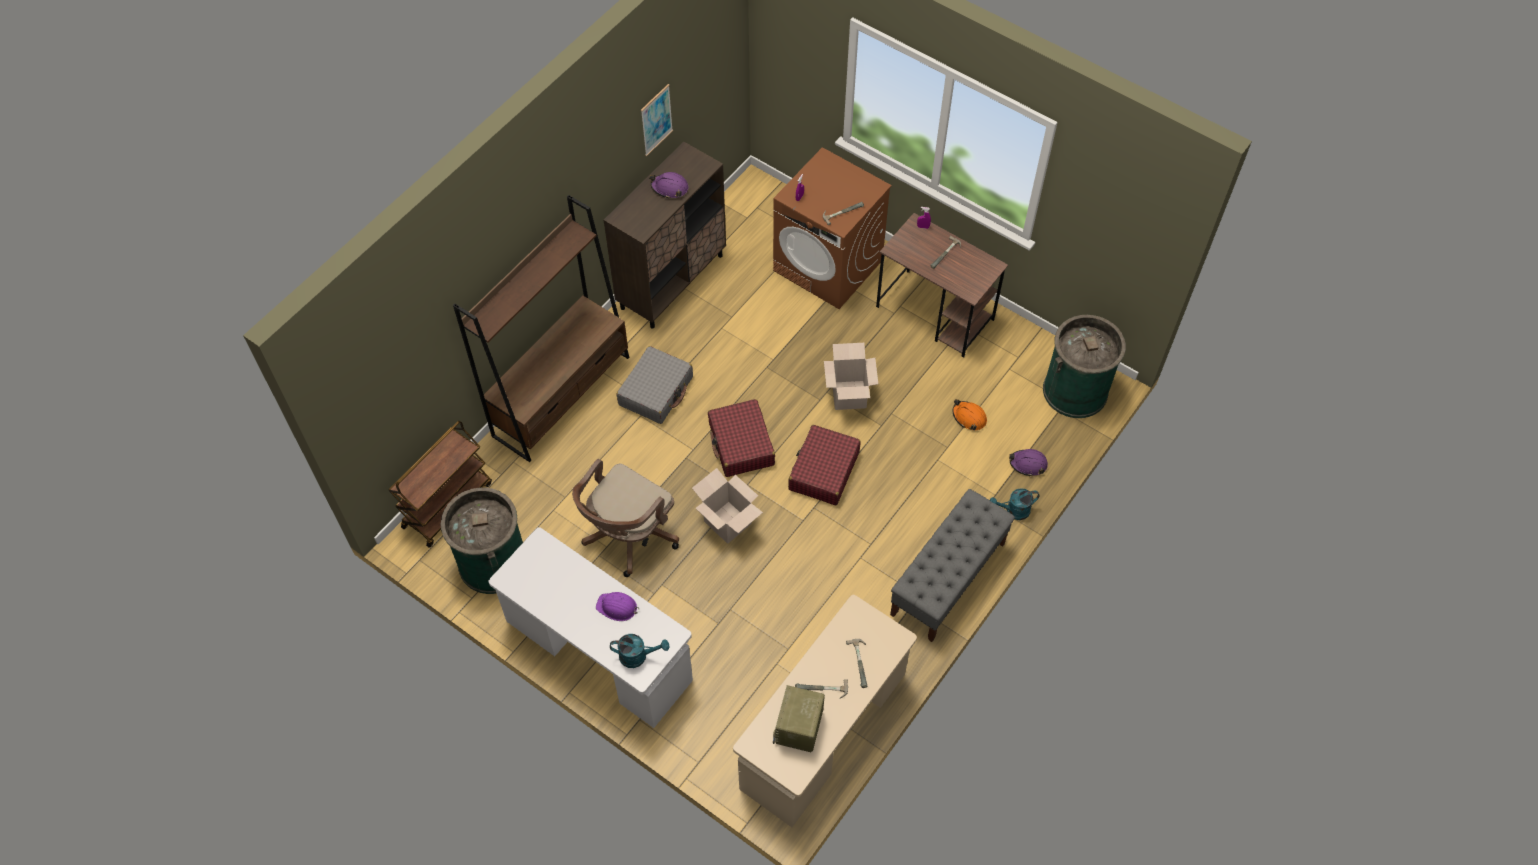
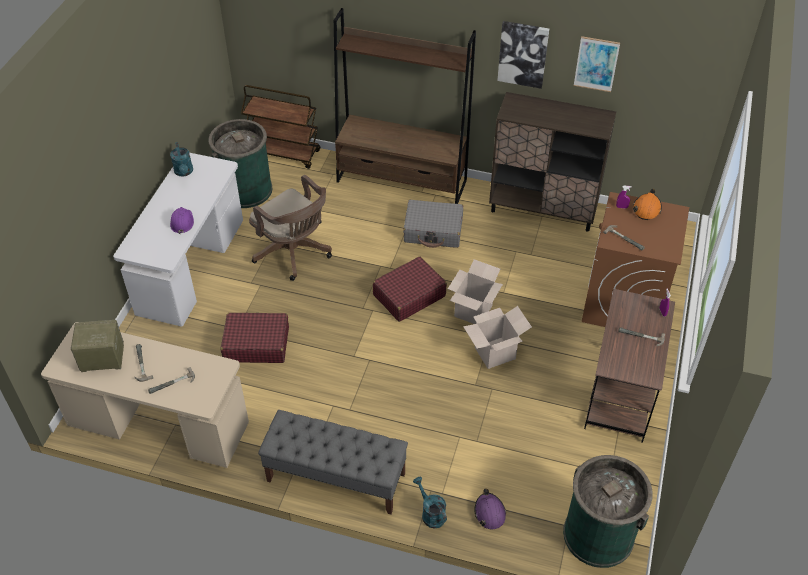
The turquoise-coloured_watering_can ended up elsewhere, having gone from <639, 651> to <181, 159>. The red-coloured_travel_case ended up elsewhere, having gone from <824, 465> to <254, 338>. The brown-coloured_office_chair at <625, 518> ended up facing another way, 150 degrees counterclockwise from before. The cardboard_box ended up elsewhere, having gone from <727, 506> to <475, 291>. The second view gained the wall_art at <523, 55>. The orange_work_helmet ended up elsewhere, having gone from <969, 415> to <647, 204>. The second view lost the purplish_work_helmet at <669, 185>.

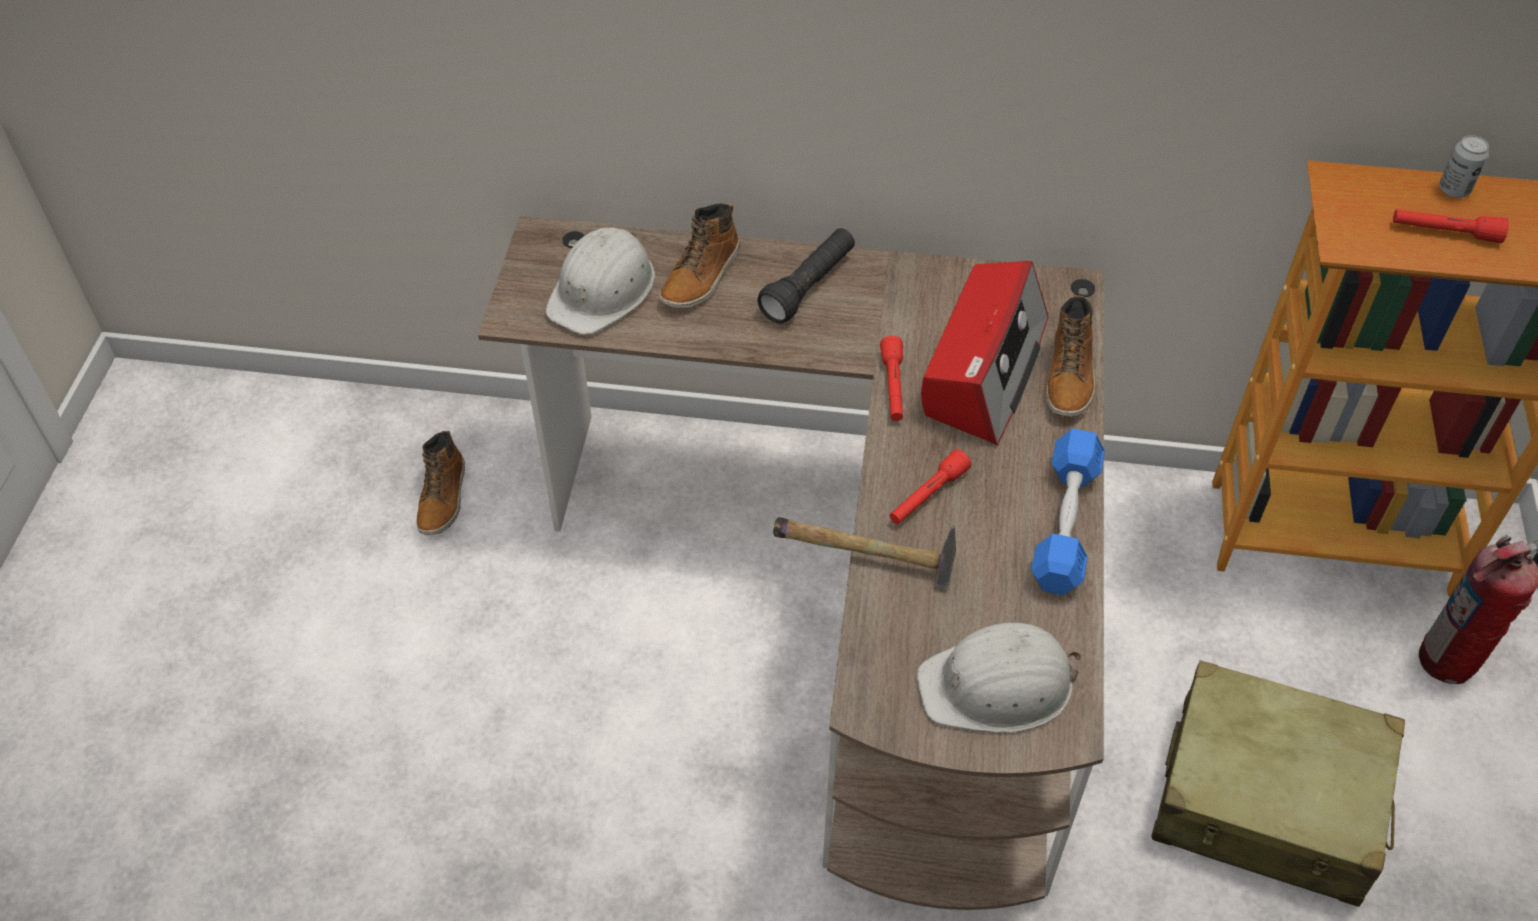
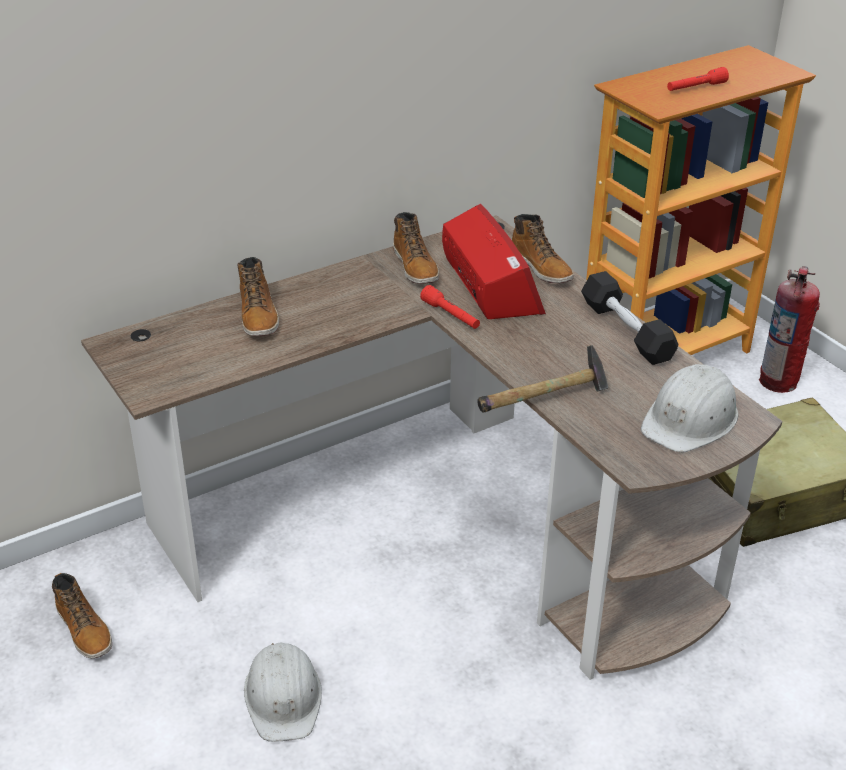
The white-coloured_work_helmet ended up elsewhere, having gone from <600, 281> to <283, 692>. The second view gained the tall_boot at <416, 248>. What was the blue_dumbbell at <1068, 511> turned into the blackish_dumbbell at <629, 318>. The second view lost the blackish_torch at <806, 275>. The second view lost the red-coloured_torch at <930, 486>. The second view lost the can at <1464, 166>.

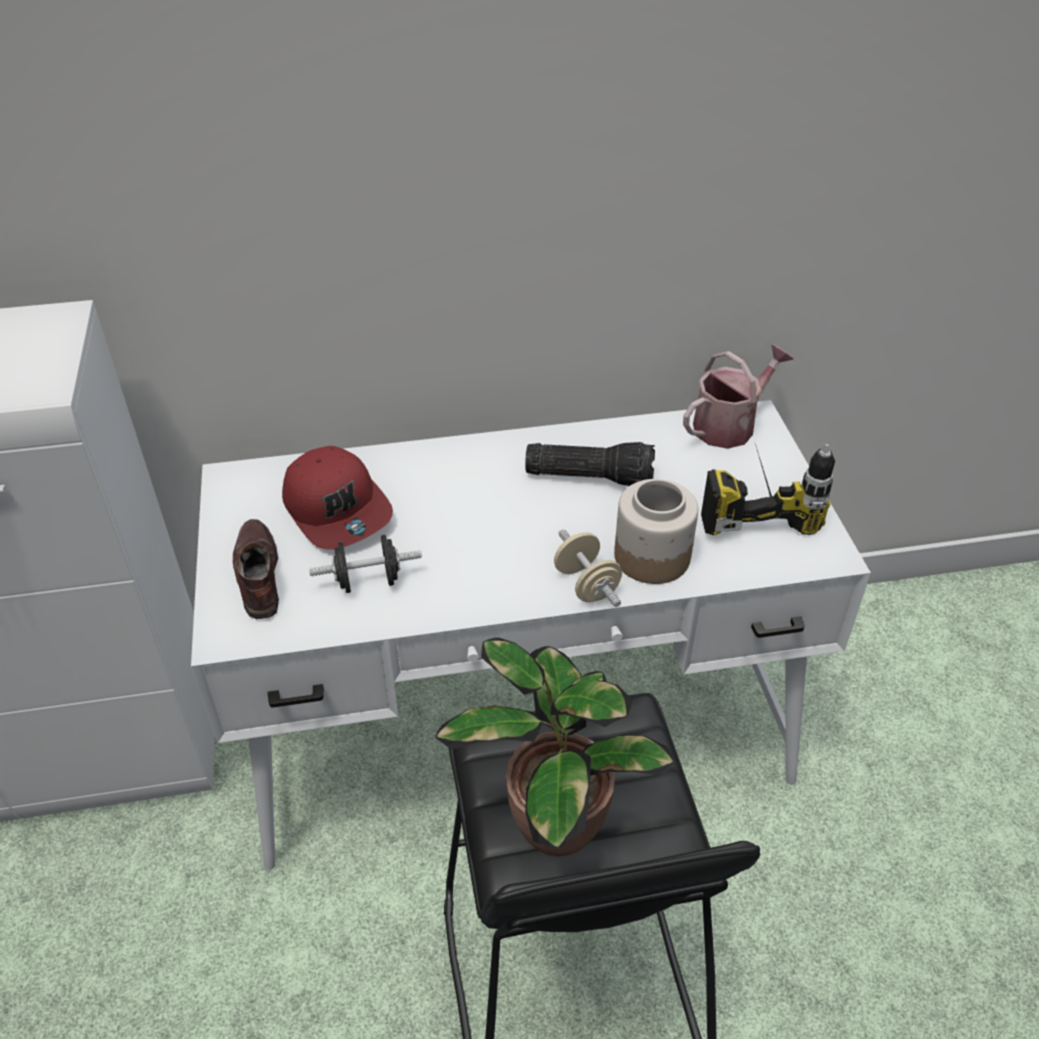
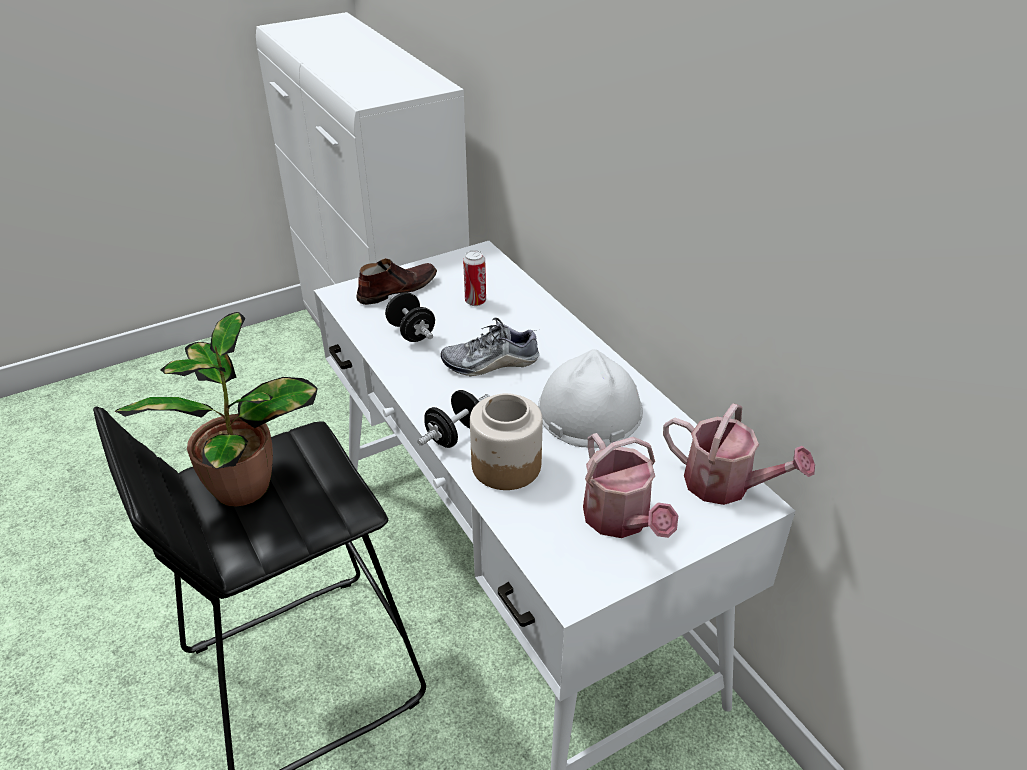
What was the sand-coloured_dumbbell at <588, 568> turned into the blackish_dumbbell at <453, 419>. The second view gained the shoe at <490, 347>. Where the red-coloured_cap stood at <337, 498>, the can came to stand at <474, 278>. Where the torch stood at <590, 464>, the white-coloured_work_helmet came to stand at <590, 398>. Where the power_drill stood at <768, 490>, the watering_can came to stand at <631, 485>.

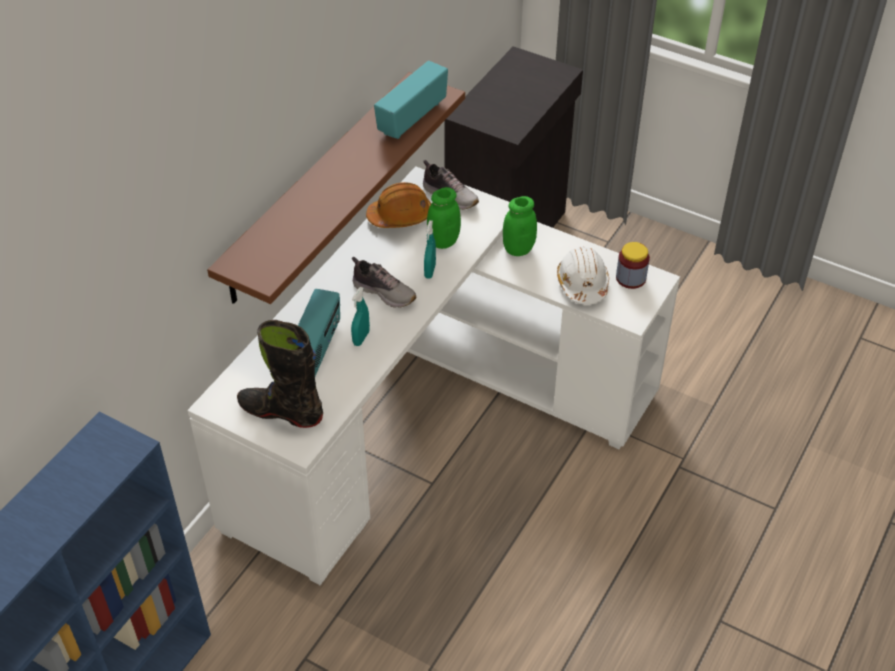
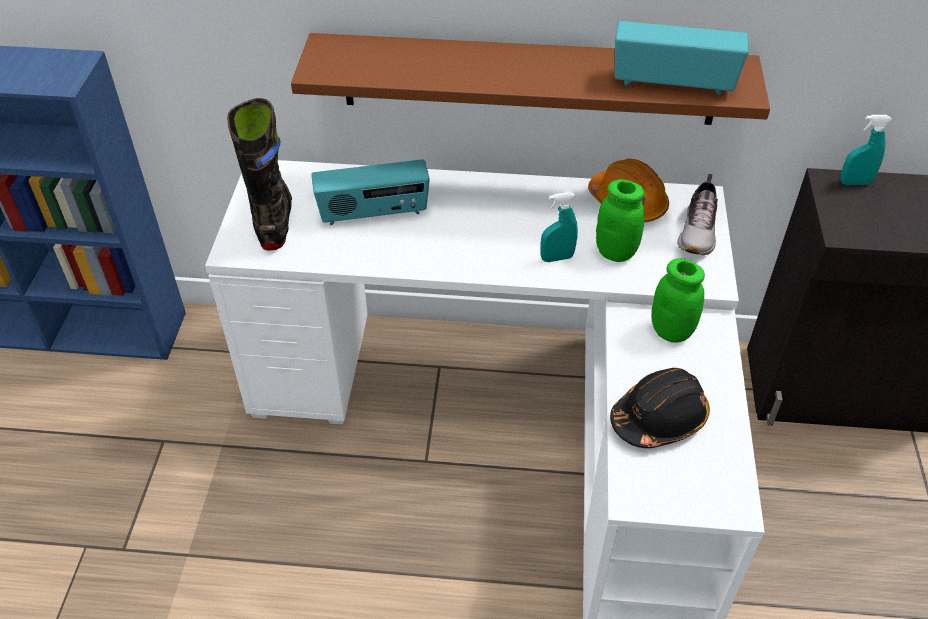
What was the white-coloured_work_helmet at <583, 275> turned into the blackish_work_helmet at <660, 408>. The turquoise-coloured_sprayer ended up elsewhere, having gone from <360, 316> to <866, 150>. The second view lost the shoe at <384, 282>. The second view lost the storage_jar at <633, 265>.

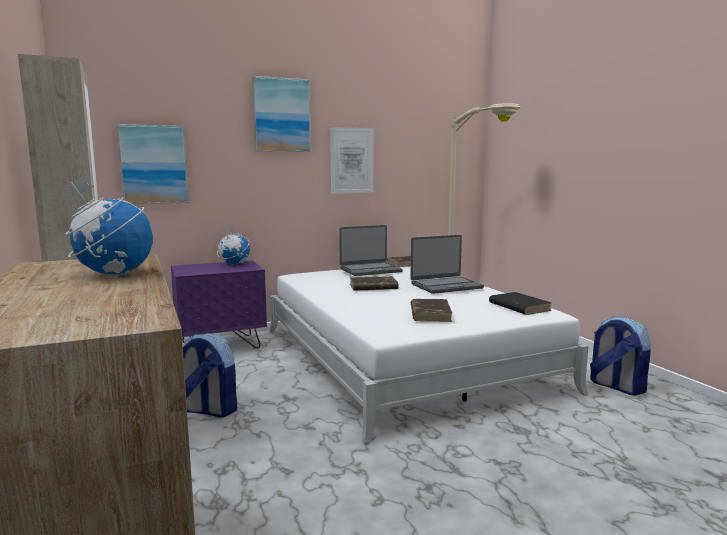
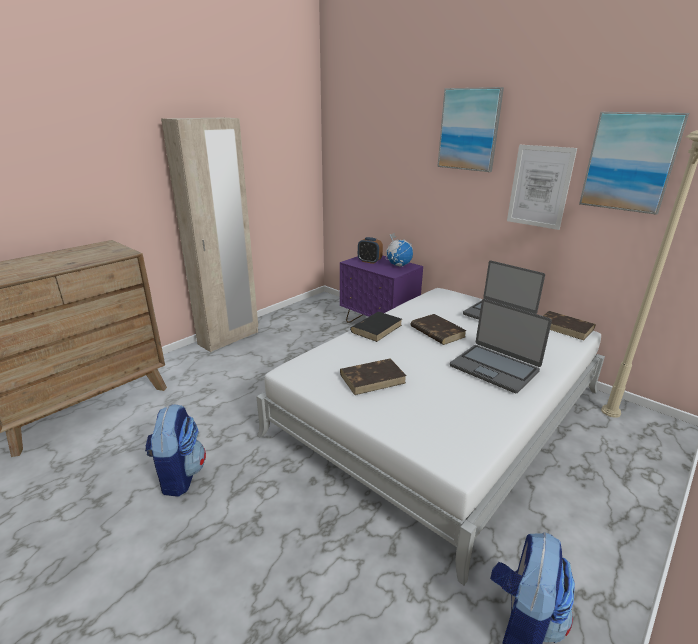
The rucksack ended up elsewhere, having gone from <210, 375> to <175, 451>. The blackish_book ended up elsewhere, having gone from <520, 303> to <376, 327>. The second view gained the table_clock at <370, 250>. The wall_art ended up elsewhere, having gone from <153, 164> to <634, 163>. The second view lost the globe at <109, 225>.

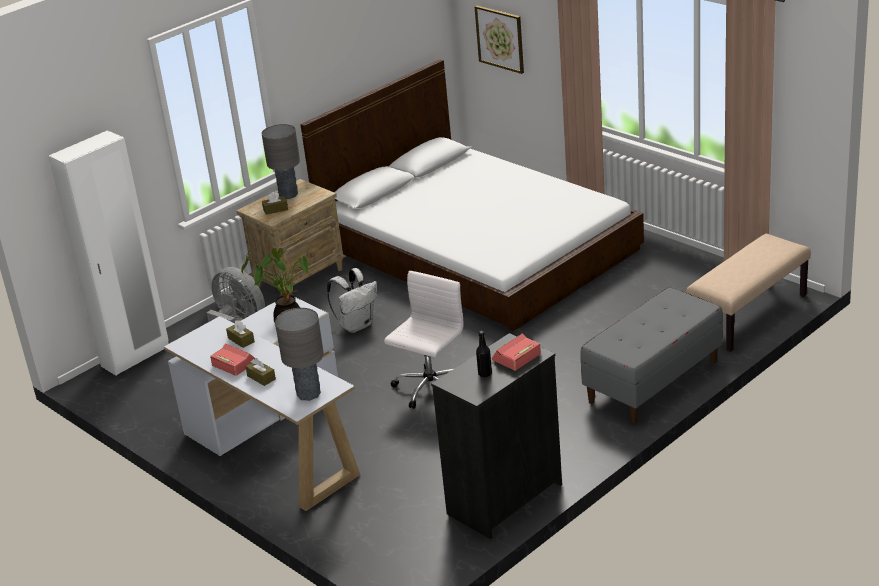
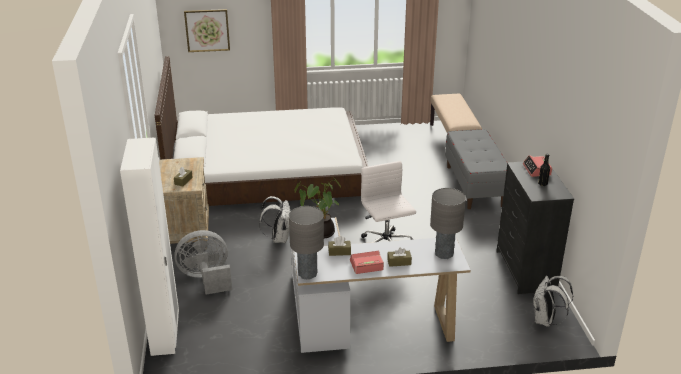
The gray_tabletop_lamp ended up elsewhere, having gone from <281, 161> to <306, 243>. The second view gained the white-coloured_rucksack at <553, 301>.

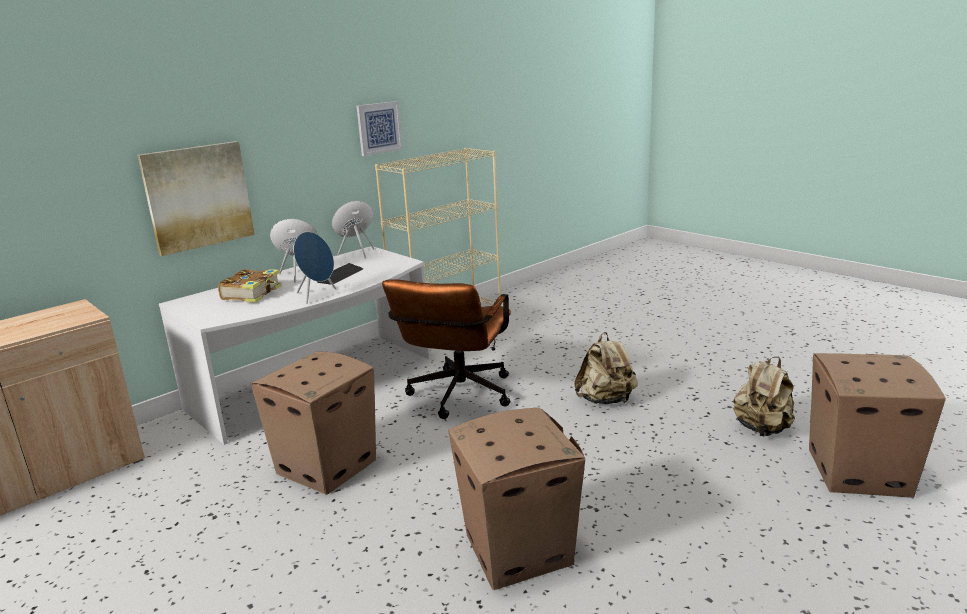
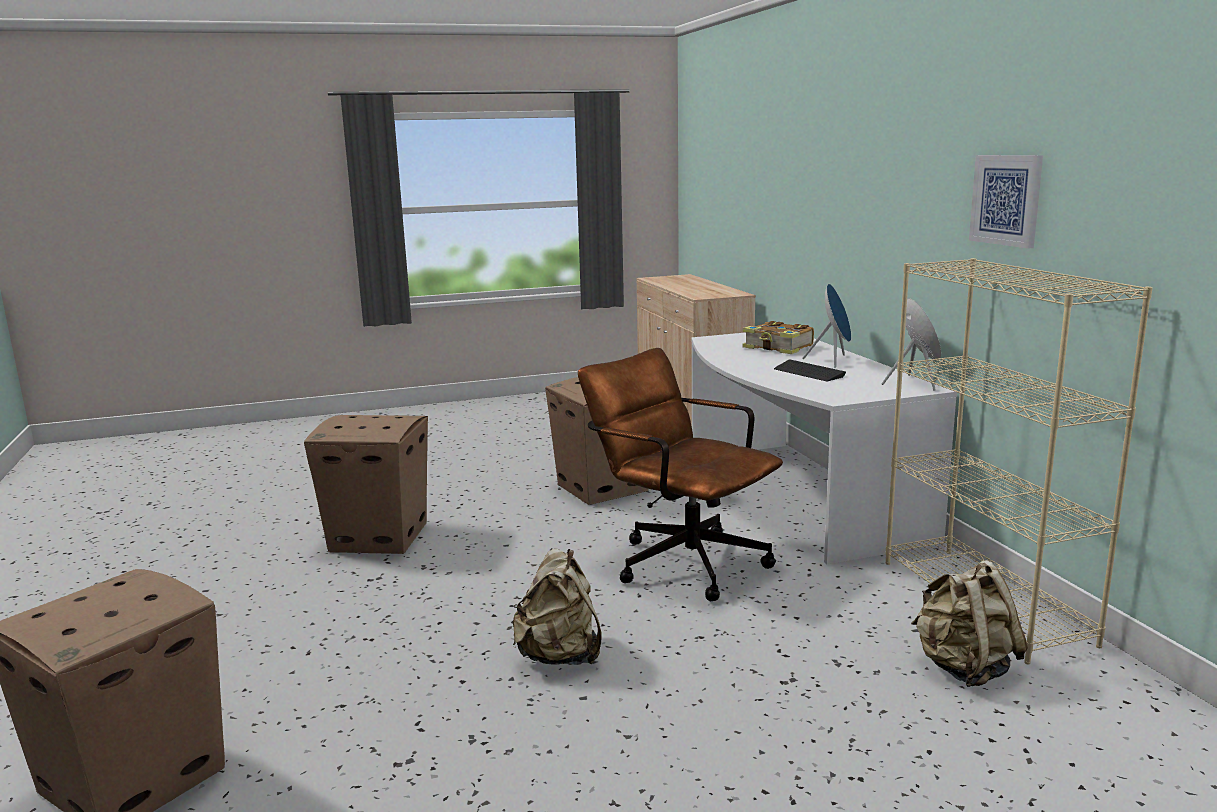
The sand-coloured_rucksack ended up elsewhere, having gone from <764, 397> to <969, 623>. The second view lost the wall_art at <196, 198>. The second view lost the blue_loudspeaker at <315, 268>.

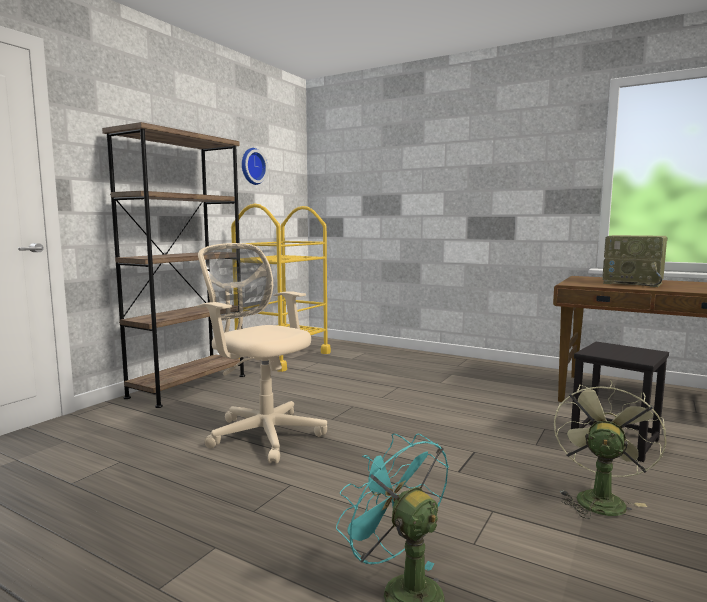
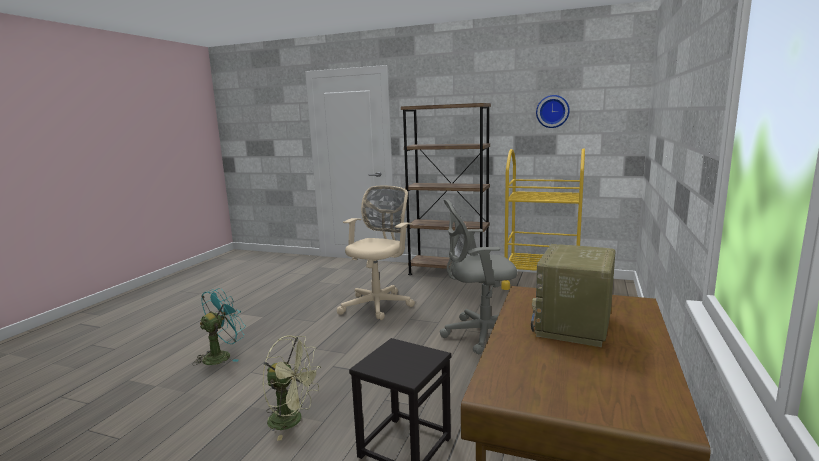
The second view gained the gray_office_chair at <478, 277>.

